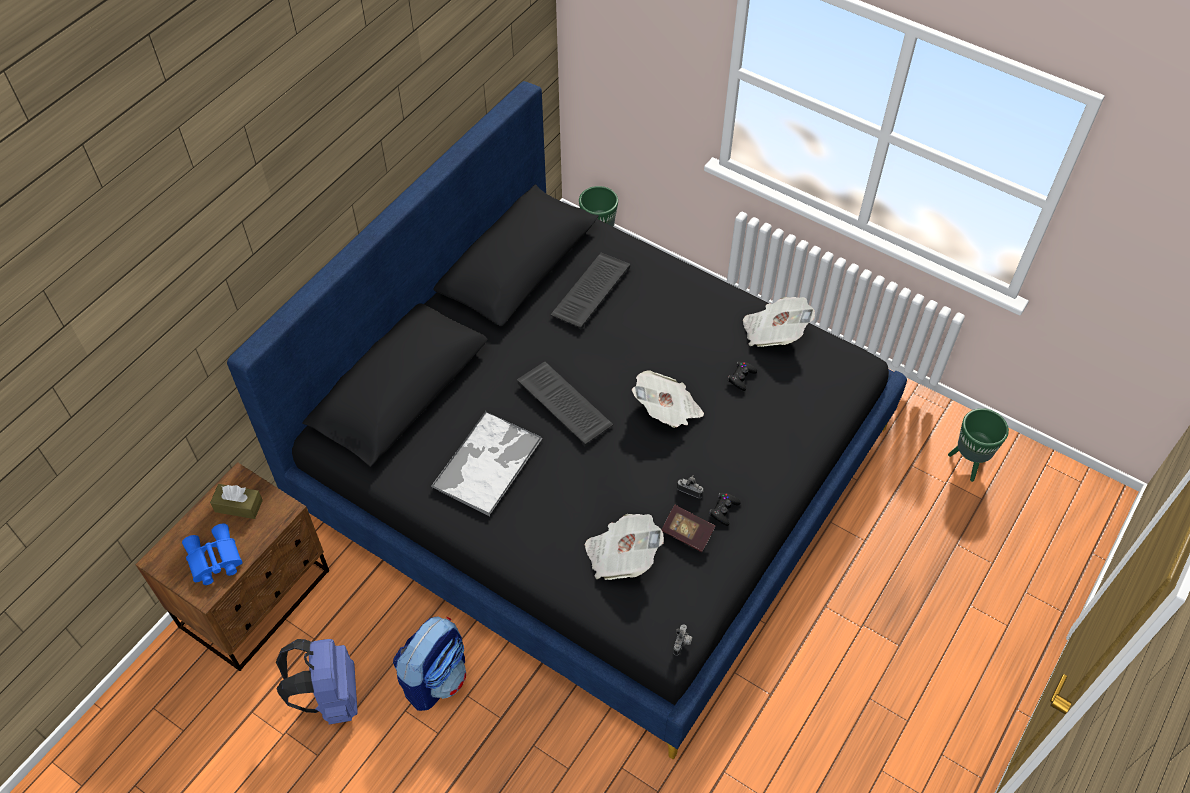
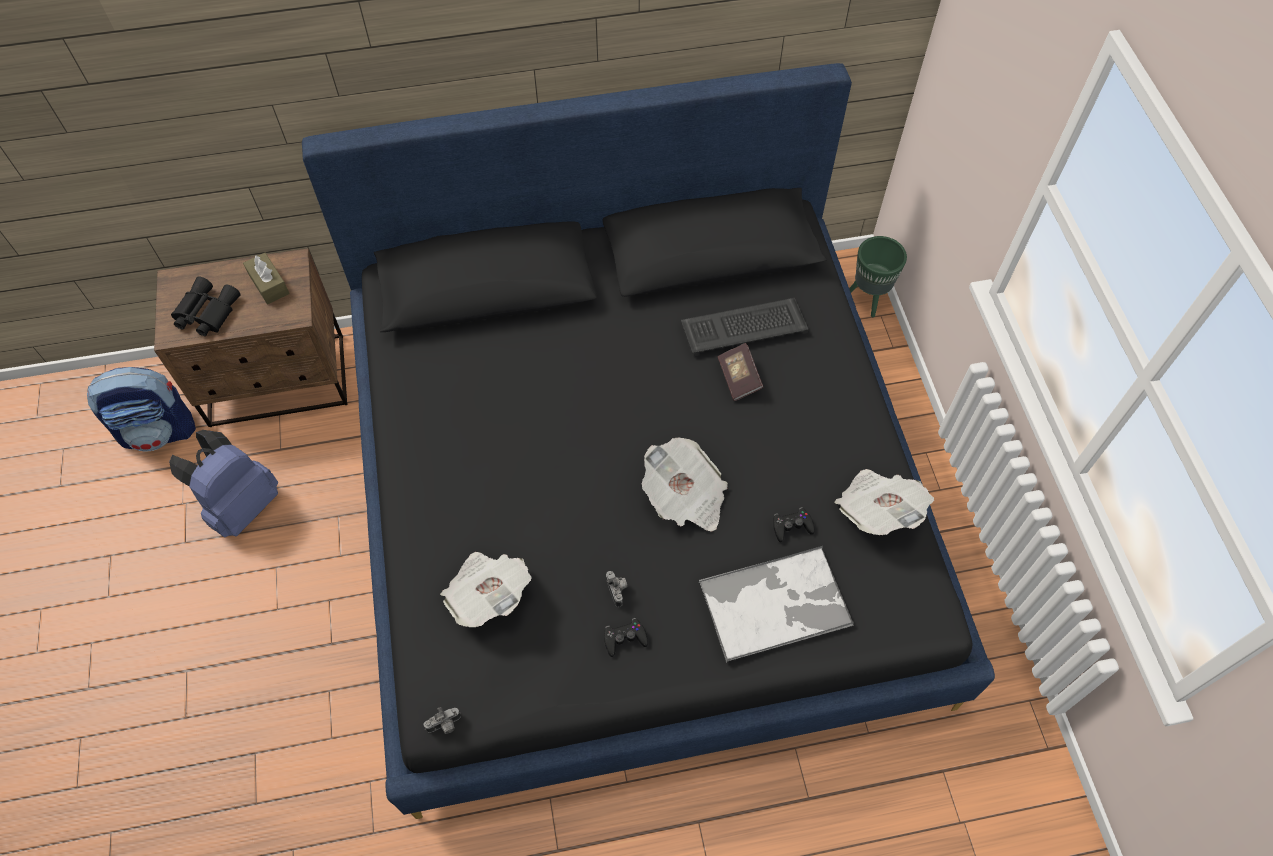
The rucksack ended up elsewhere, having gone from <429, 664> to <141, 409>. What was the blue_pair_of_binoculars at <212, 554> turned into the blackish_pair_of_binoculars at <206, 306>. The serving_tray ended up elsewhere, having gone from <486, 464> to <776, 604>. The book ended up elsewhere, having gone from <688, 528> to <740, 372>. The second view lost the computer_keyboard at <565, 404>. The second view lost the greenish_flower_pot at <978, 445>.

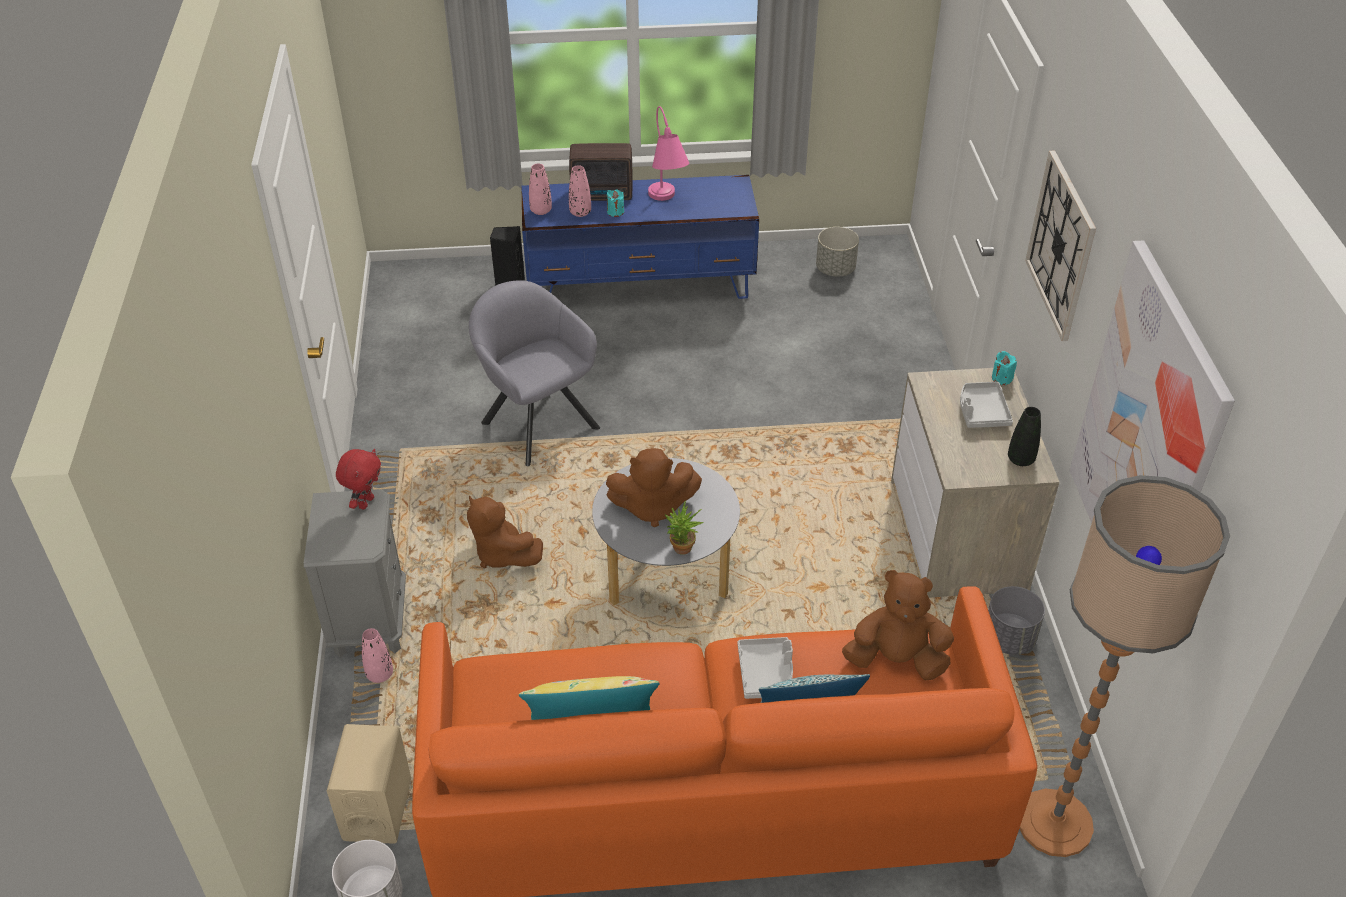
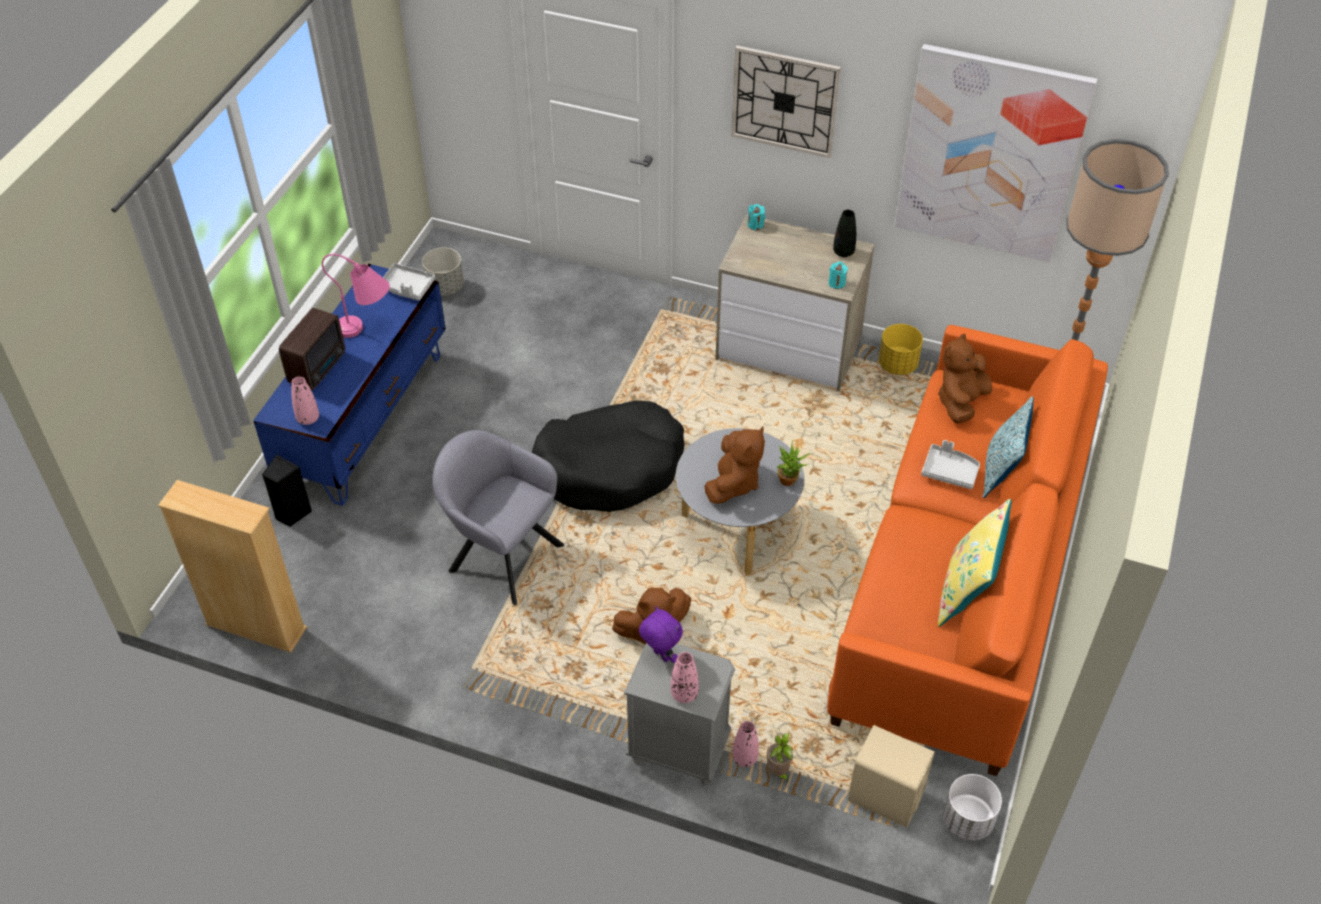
The second view gained the sand-coloured_shelving_unit at <232, 566>. The gray_serving_tray ended up elsewhere, having gone from <986, 405> to <409, 282>. The gray_easy_chair at <534, 373> ended up facing another way, 45 degrees clockwise from before. The second view gained the blackish_dog_bed at <608, 456>. What was the red-coloured_soft_toy at <358, 479> turned into the purplish_soft_toy at <661, 634>. The pink-coloured_decorative_vase ended up elsewhere, having gone from <580, 191> to <685, 677>. The second view gained the plant_in_a_pot at <780, 758>. The turquoise-coloured_candle ended up elsewhere, having gone from <615, 203> to <838, 275>. What was the gray_flower_pot at <1016, 620> turned into the yellowish_flower_pot at <901, 349>.

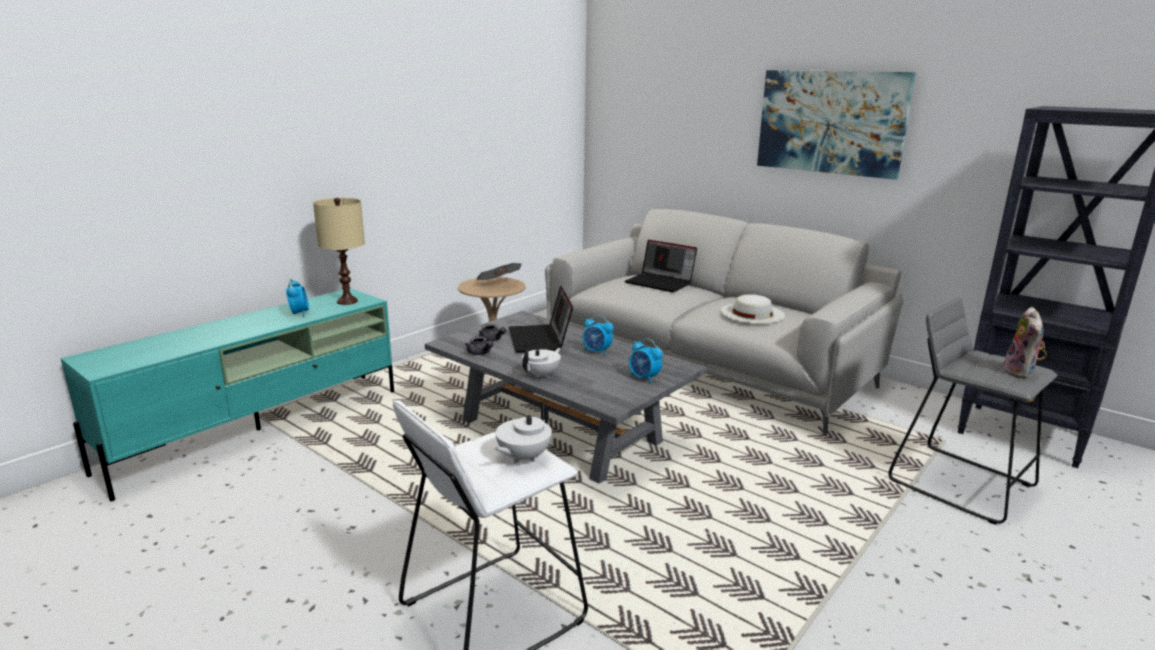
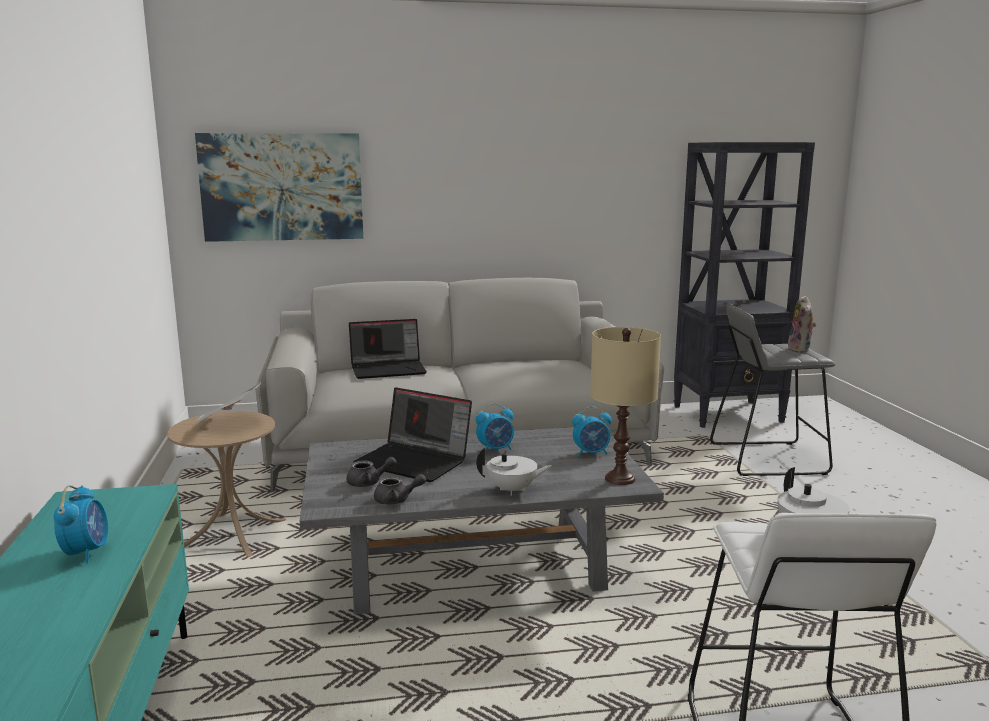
The table_clock at <297, 298> ended up facing another way, 60 degrees clockwise from before. The wall_art ended up elsewhere, having gone from <836, 125> to <279, 187>. The white-coloured_pot_for_tea at <541, 363> ended up facing another way, 105 degrees clockwise from before. The sand-coloured_tabletop_lamp ended up elsewhere, having gone from <339, 251> to <625, 406>. The soft_toy at <1024, 343> ended up facing another way, 45 degrees clockwise from before. The second view lost the white-coloured_wearable_hat at <752, 309>.

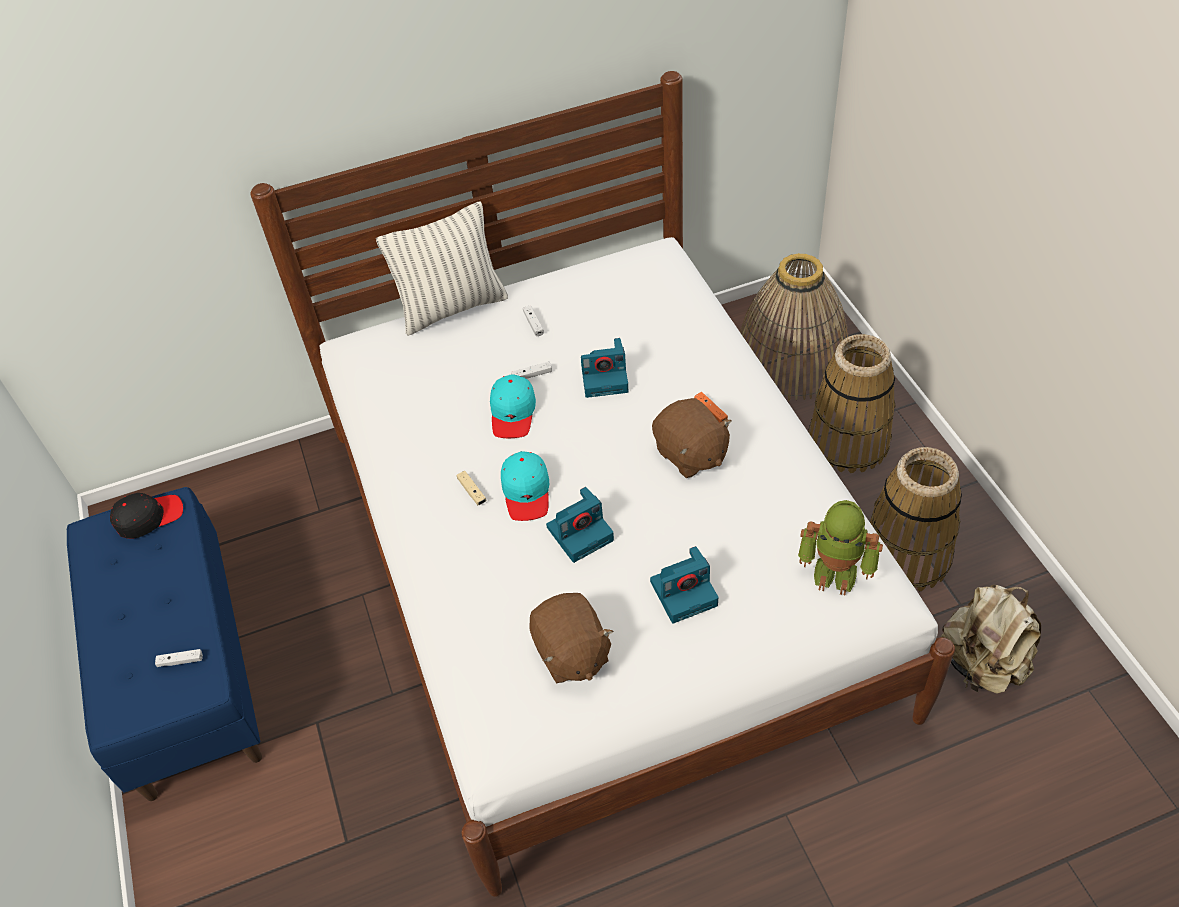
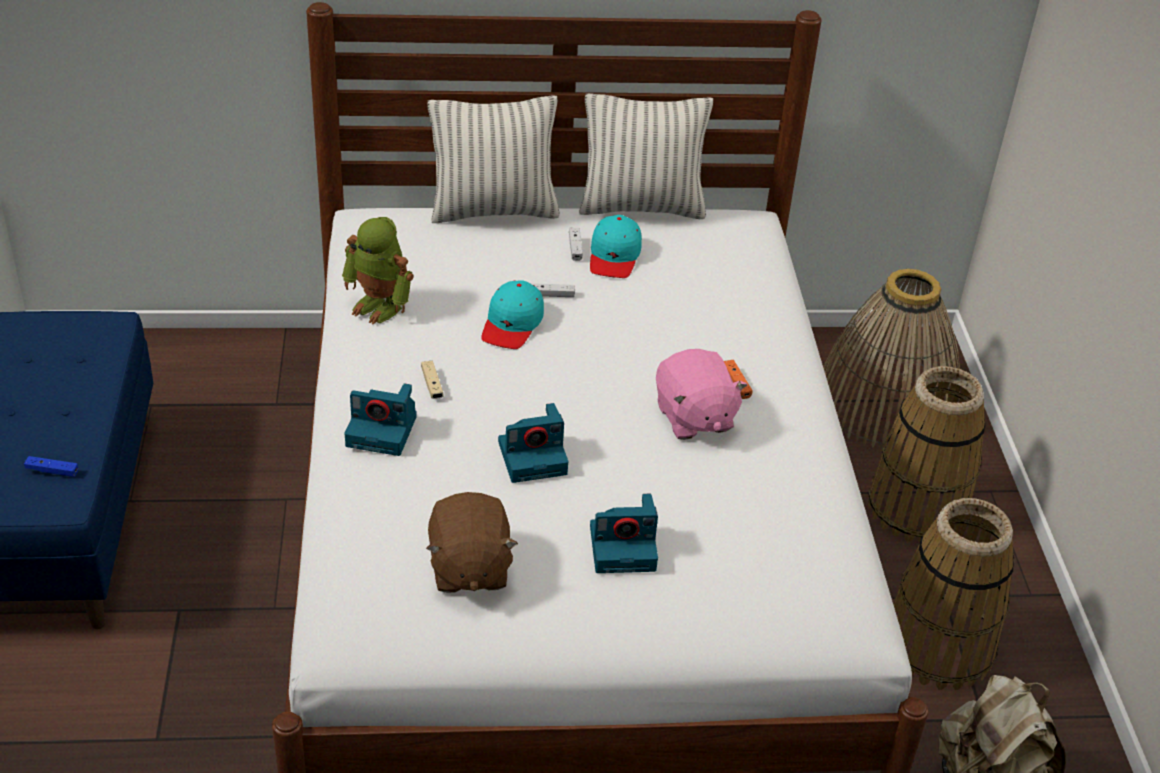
What was the white-coloured_game_controller at <179, 658> turned into the blue_game_controller at <51, 466>. The robot_figure ended up elsewhere, having gone from <840, 547> to <378, 270>. The photo_camera ended up elsewhere, having gone from <605, 368> to <381, 419>. The second view gained the pillow at <646, 156>. The turquoise-coloured_cap ended up elsewhere, having gone from <525, 486> to <616, 246>. What was the brown-coloured_soft_toy at <692, 438> turned into the pink-coloured_soft_toy at <701, 394>. The second view lost the blackish_cap at <146, 516>.

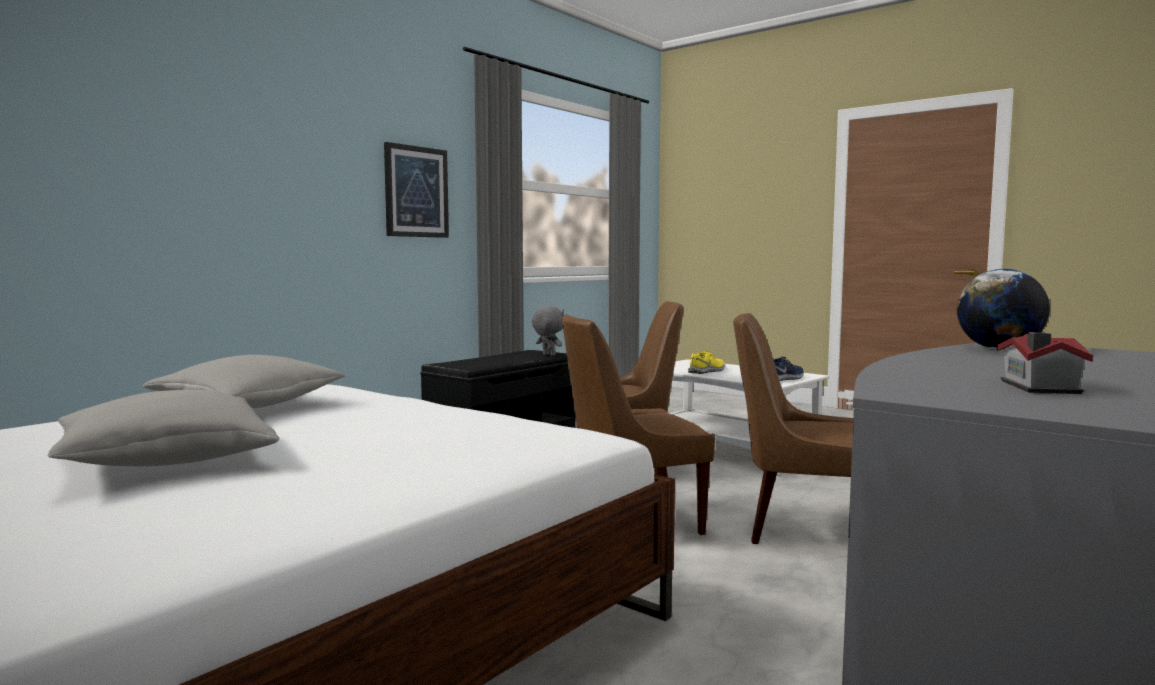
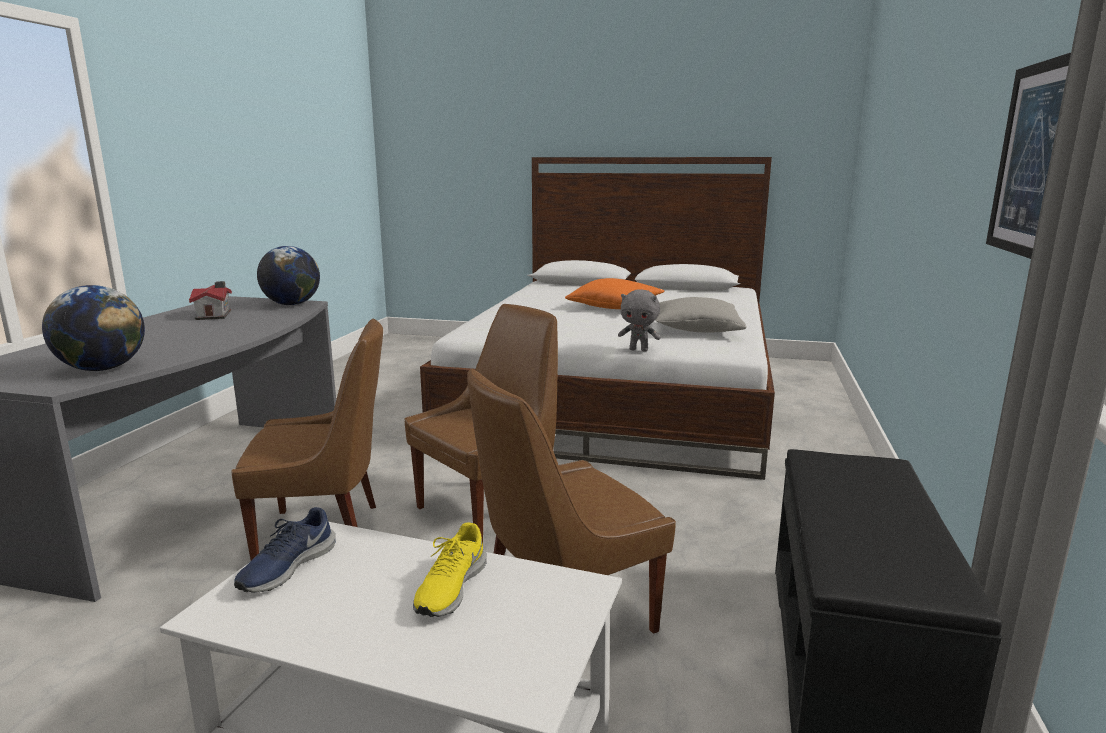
The second view gained the globe at <288, 275>. What was the gray_pillow at <164, 428> turned into the orange_pillow at <614, 293>. The gray_soft_toy ended up elsewhere, having gone from <548, 331> to <639, 320>.

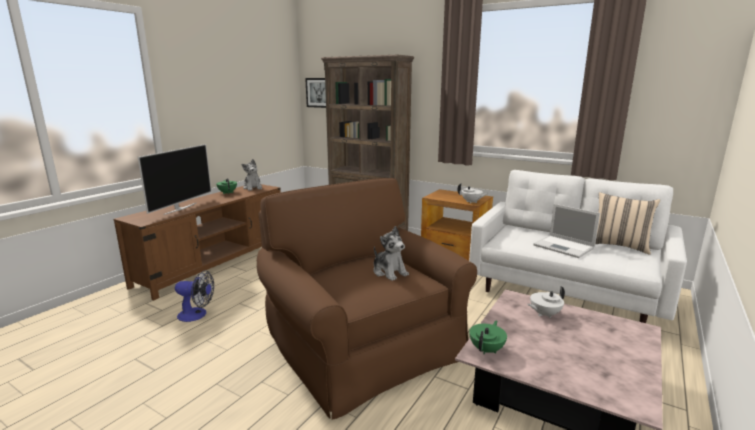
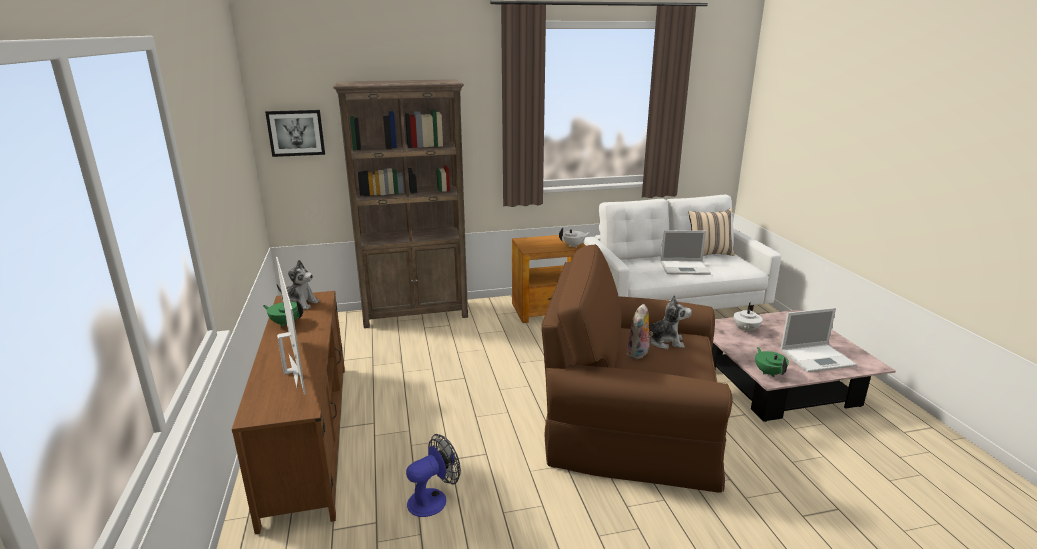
The second view gained the soft_toy at <640, 332>. The second view gained the portable_computer at <819, 340>.

